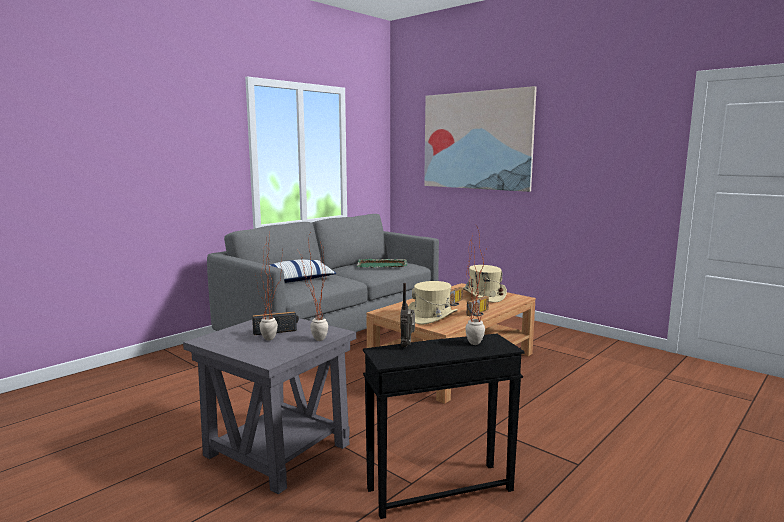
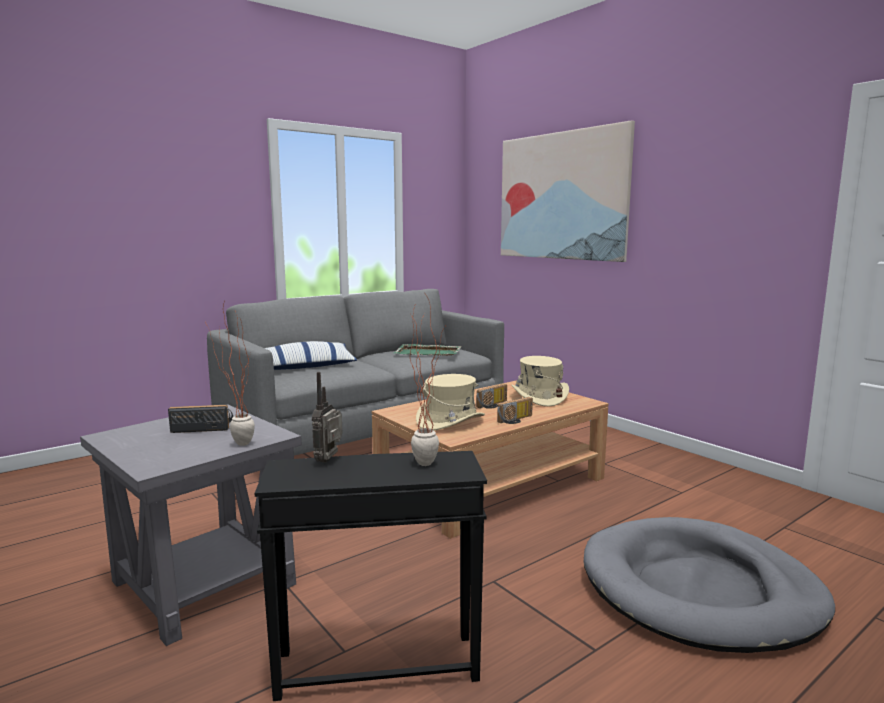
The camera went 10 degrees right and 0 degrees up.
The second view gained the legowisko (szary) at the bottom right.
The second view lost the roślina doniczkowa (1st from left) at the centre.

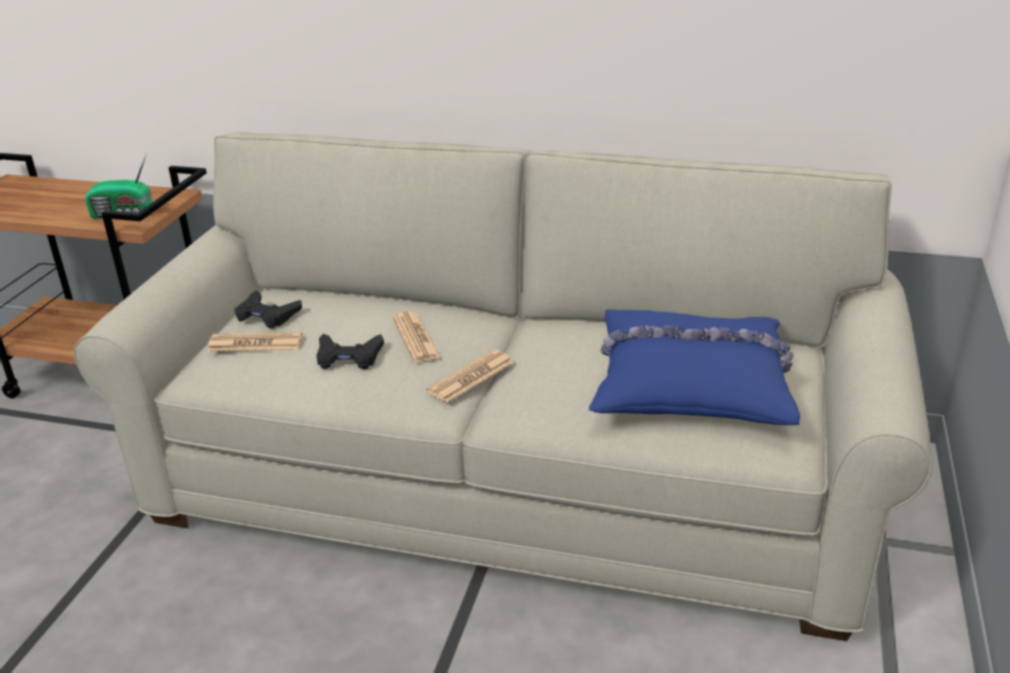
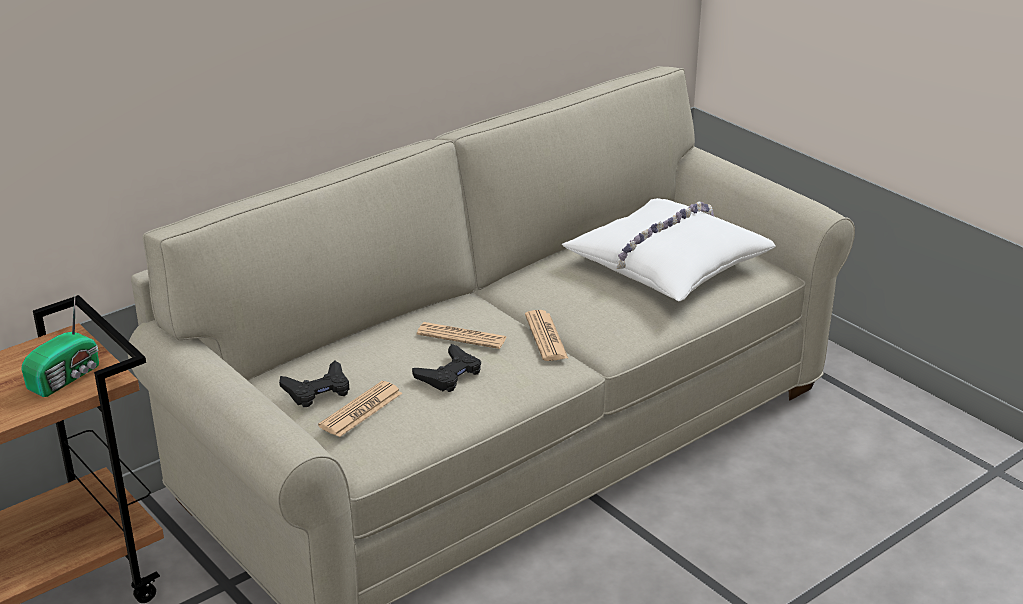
The camera went 55 degrees left and 0 degrees up.
What was the poduszka (niebieski) at the middle right turned into the poduszka (biały) at the centre.

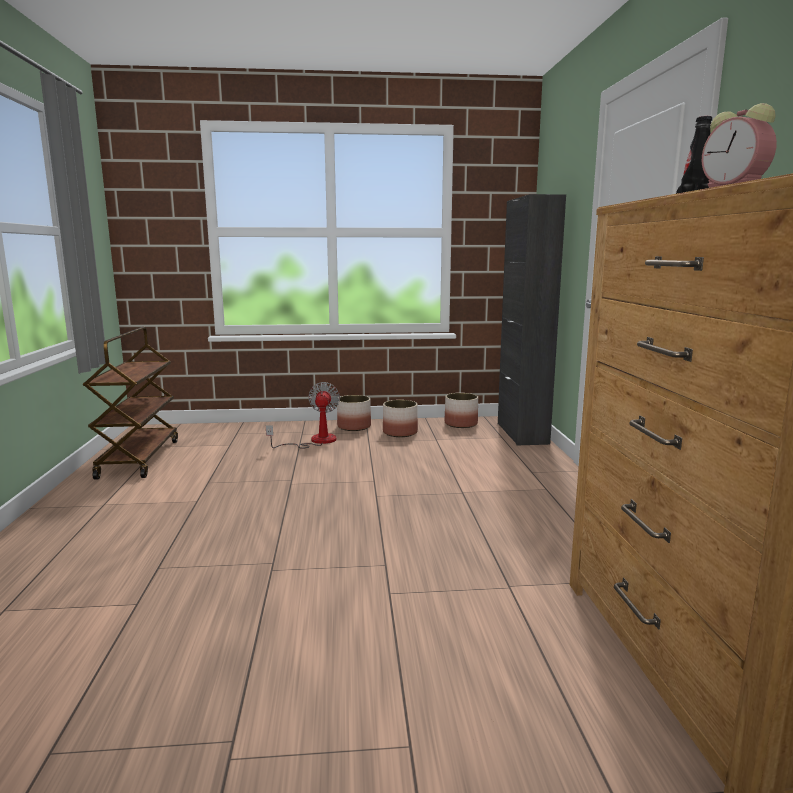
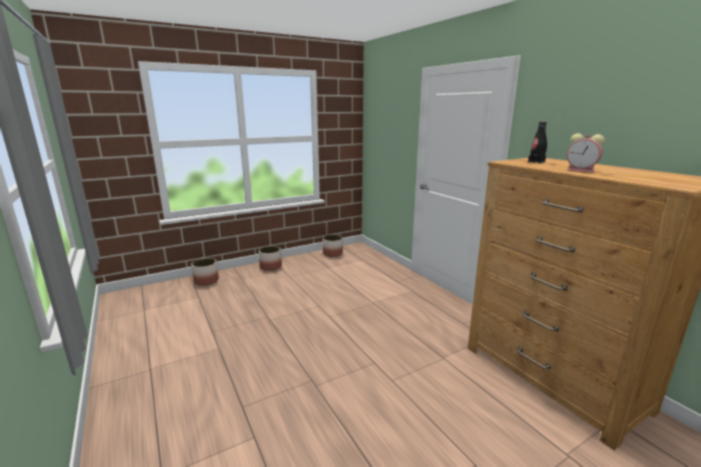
The camera went 25 degrees left and 5 degrees up.
The donica (2nd from left in the first image) ended up elsewhere, having gone from the centre to the middle left.
The second view lost the wózek (brązowy) at the middle left.
The second view lost the wentylator at the centre.
The second view lost the szafka (czarny) at the middle right.

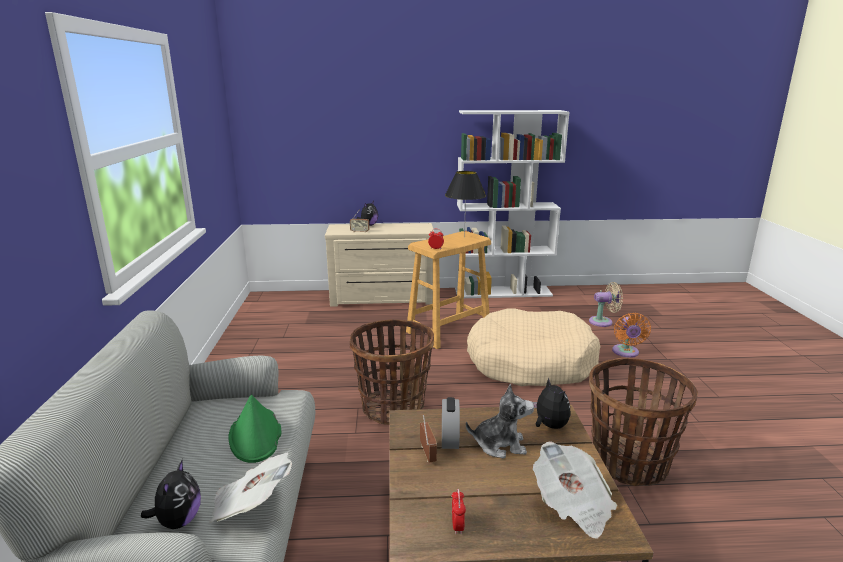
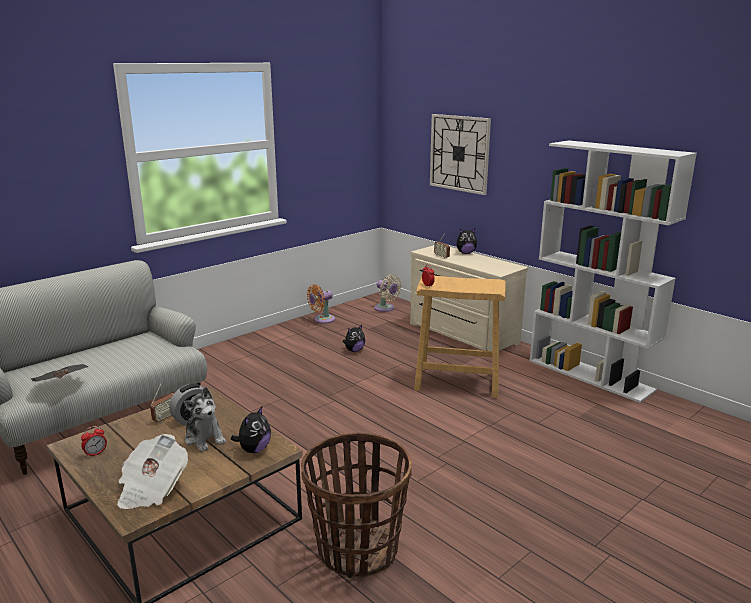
The camera went 50 degrees right and 0 degrees up.
The wentylator (pomarańczowy) ended up elsewhere, having gone from the middle right to the centre.
The pluszak (1st from left in the first image) ended up elsewhere, having gone from the bottom left to the centre.
The wentylator (beżowy) ended up elsewhere, having gone from the middle right to the centre.
The second view gained the zegar ścienny at the top centre.
The second view lost the kapelusz (zielony) at the bottom left.
The second view lost the koszyk (1st from left) at the centre.
The second view lost the lampa stołowa (czarny) at the centre.
The second view lost the legowisko (beżowy) at the centre.

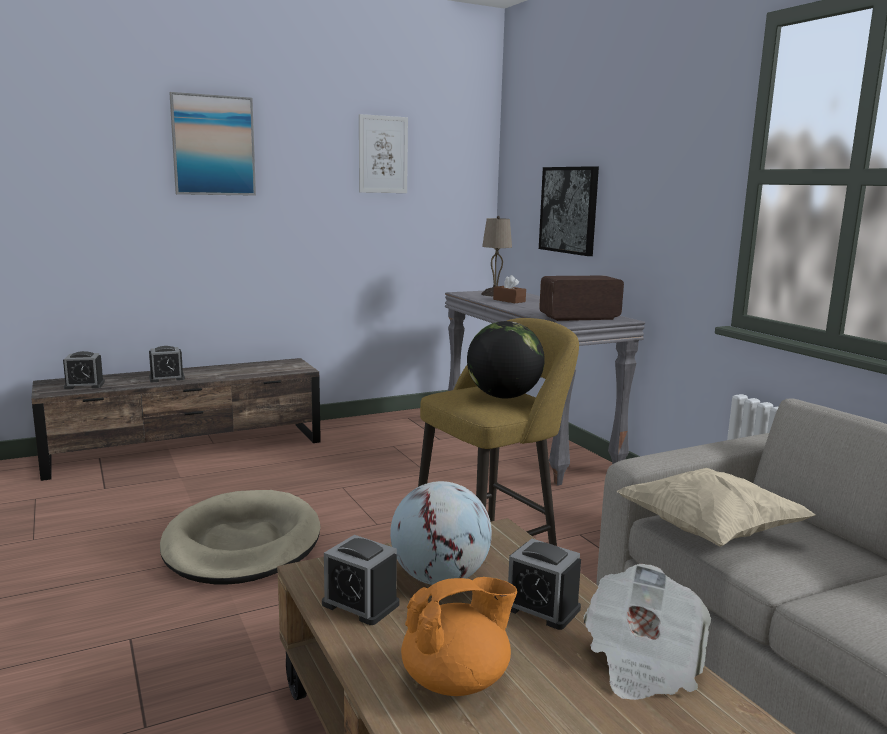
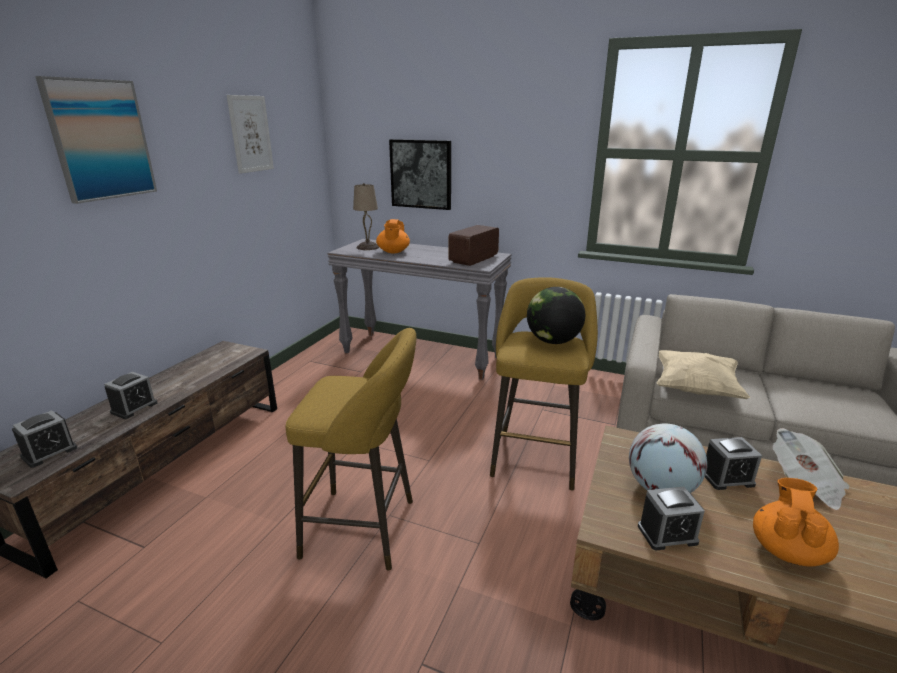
The camera went 40 degrees left and 10 degrees up.
Where the legowisko (beżowy) stood at the bottom left, the stołek (żółty) (1st from left) came to stand at the bottom centre.
Where the pudełko chusteczek (brązowy) stood at the centre, the imbryk (pomarańczowy) (1st from left) came to stand at the centre.

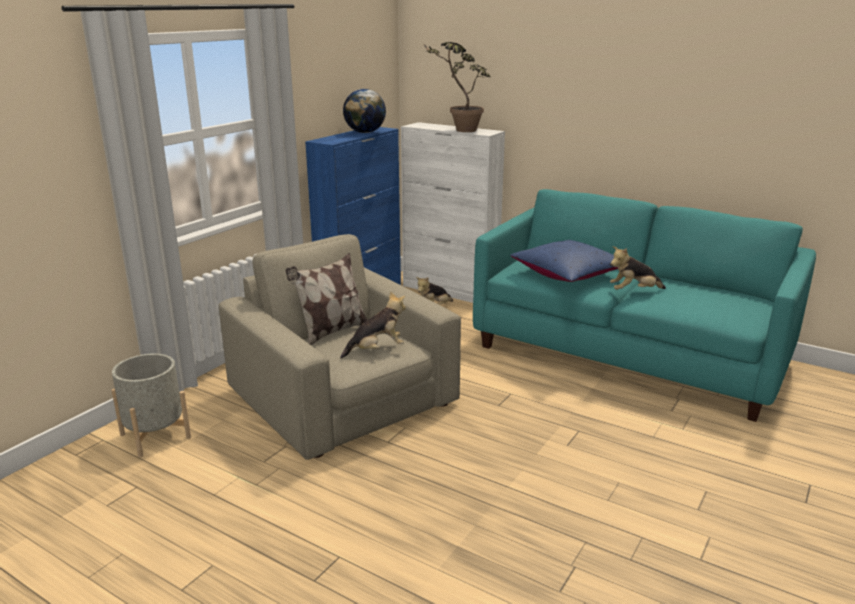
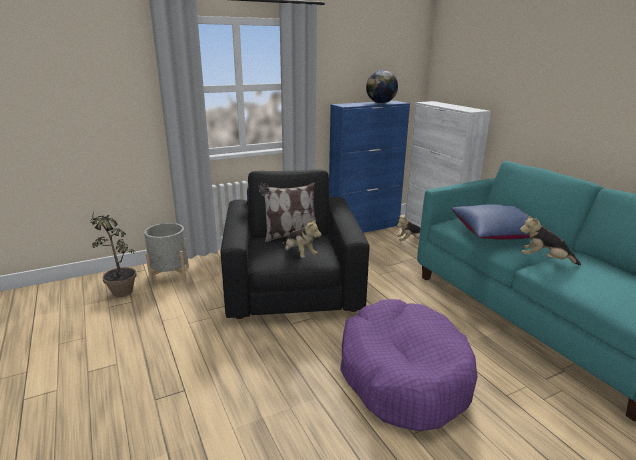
The camera went 30 degrees right and 0 degrees up.
The roślina doniczkowa ended up elsewhere, having gone from the top centre to the middle left.
What was the fotel (beżowy) at the centre turned into the fotel (czarny) at the centre.
The pluszak (1st from left) at the centre ended up facing another way, 45 degrees clockwise from before.
The second view gained the legowisko (fioletowy) at the bottom centre.

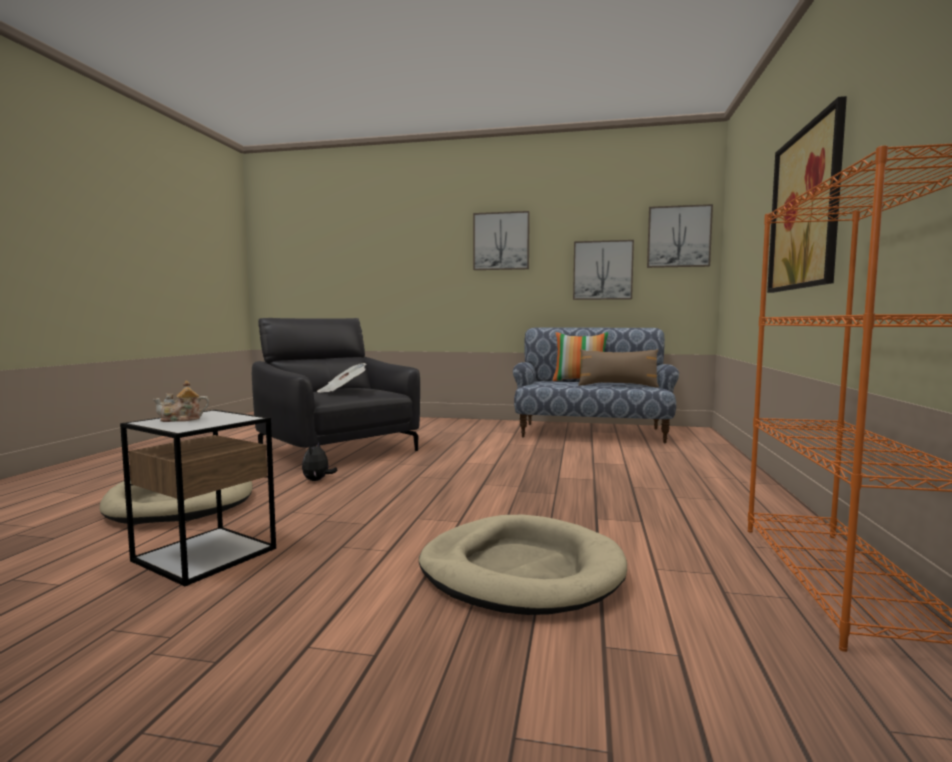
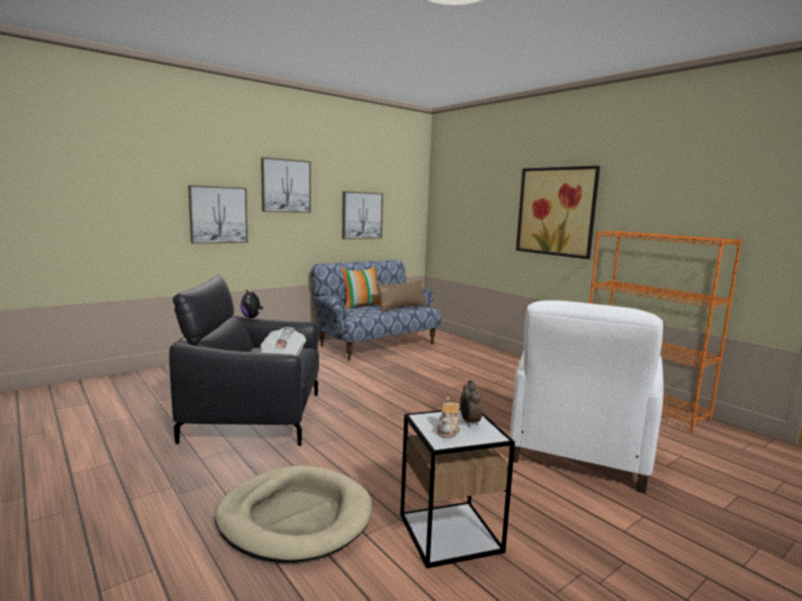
The camera went 50 degrees left and 5 degrees up.
The obraz (3rd from left in the first image) ended up elsewhere, having gone from the top right to the middle left.
The pluszak ended up elsewhere, having gone from the centre to the middle left.
The second view gained the budzik at the bottom centre.
Where the legowisko (beżowy) (2nd from left) stood at the bottom centre, the fotel (biały) came to stand at the middle right.

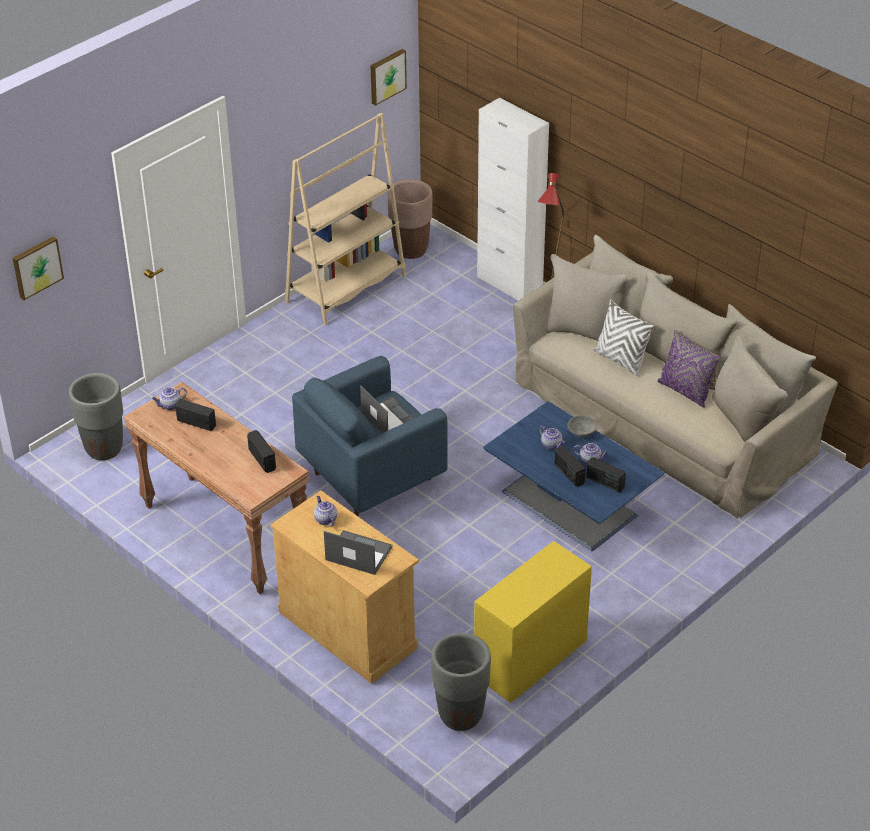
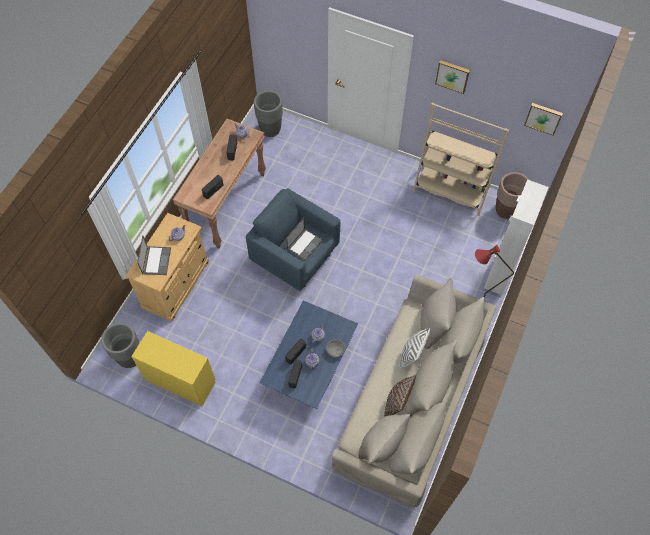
The camera went 70 degrees right and 20 degrees up.
What was the poduszka (fioletowy) at the middle right turned into the poduszka (brązowy) at the bottom centre.
The obraz (1st from left) ended up elsewhere, having gone from the top left to the top right.

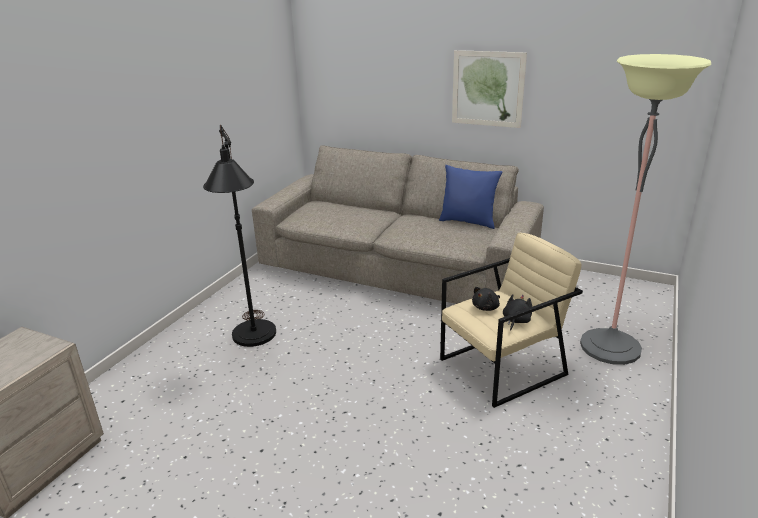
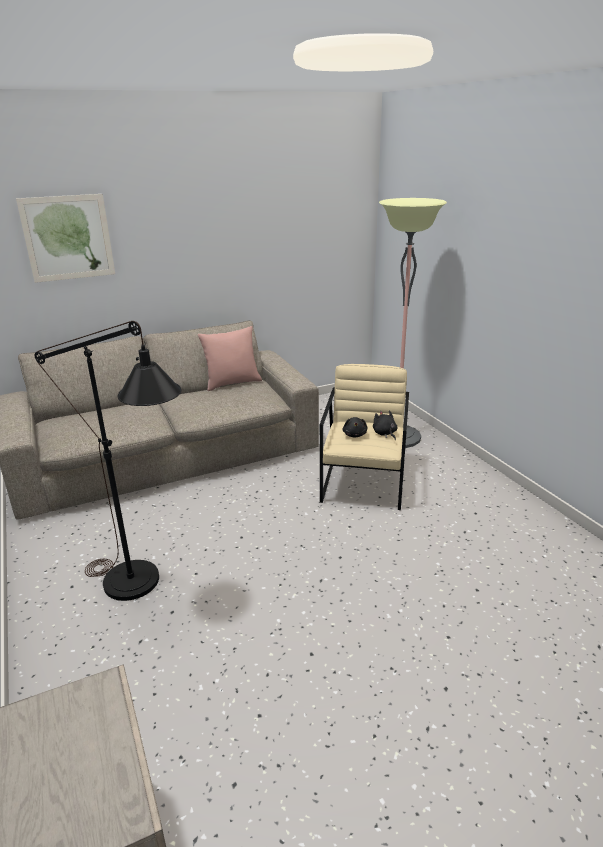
The camera went 50 degrees left and 0 degrees up.
The obraz ended up elsewhere, having gone from the top centre to the top left.
What was the poduszka (niebieski) at the centre turned into the poduszka (różowy) at the centre.

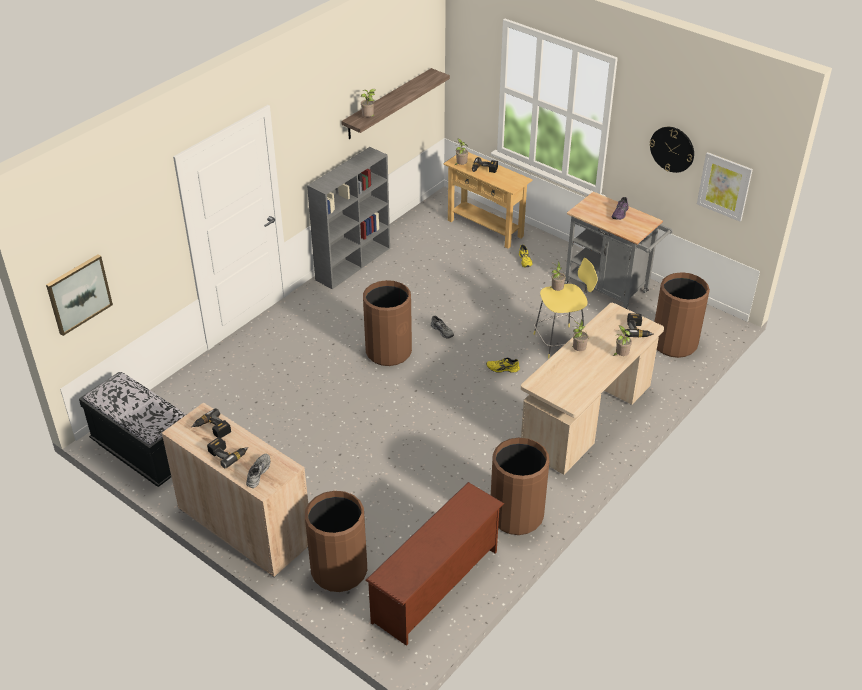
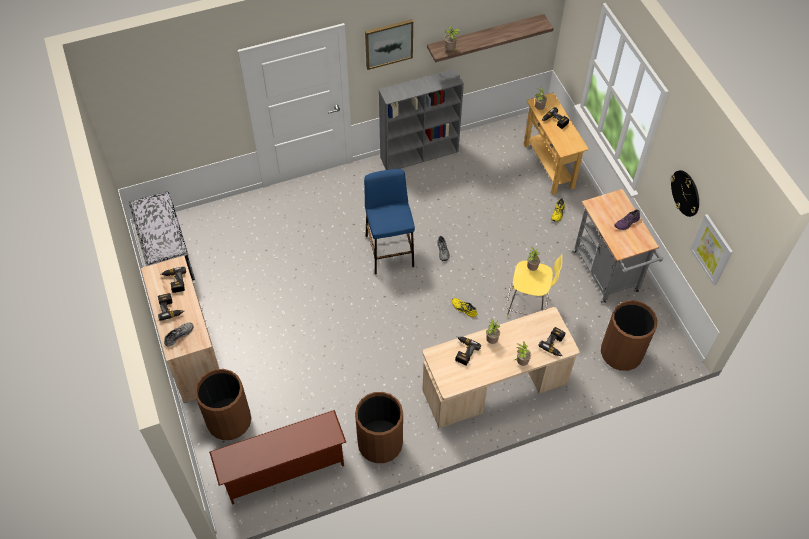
The camera went 30 degrees right and 15 degrees up.
Where the kosz na śmieci (brązowy) (2nd from left) stood at the centre, the stołek (niebieski) came to stand at the centre.
The obraz (1st from left) ended up elsewhere, having gone from the middle left to the top centre.
The second view gained the wiertarka (3rd from left) at the centre.

